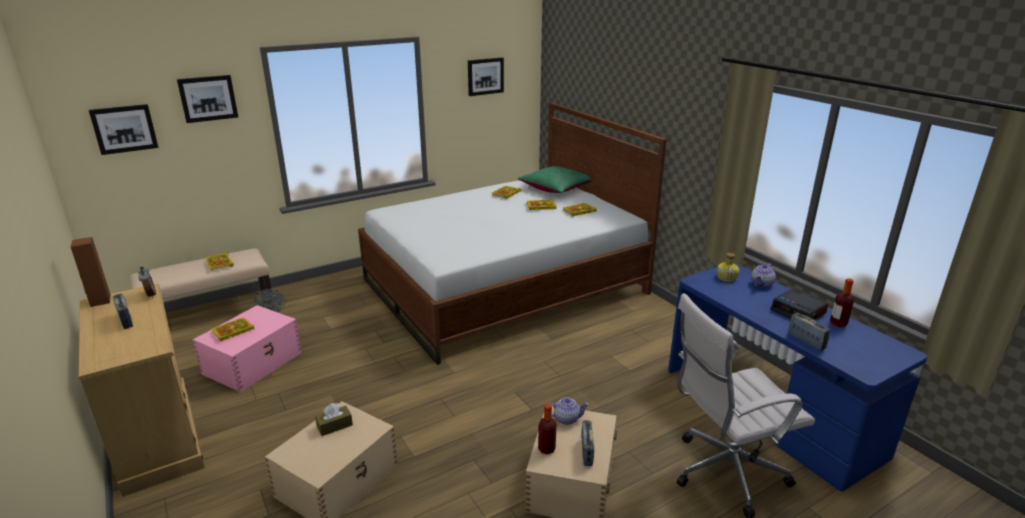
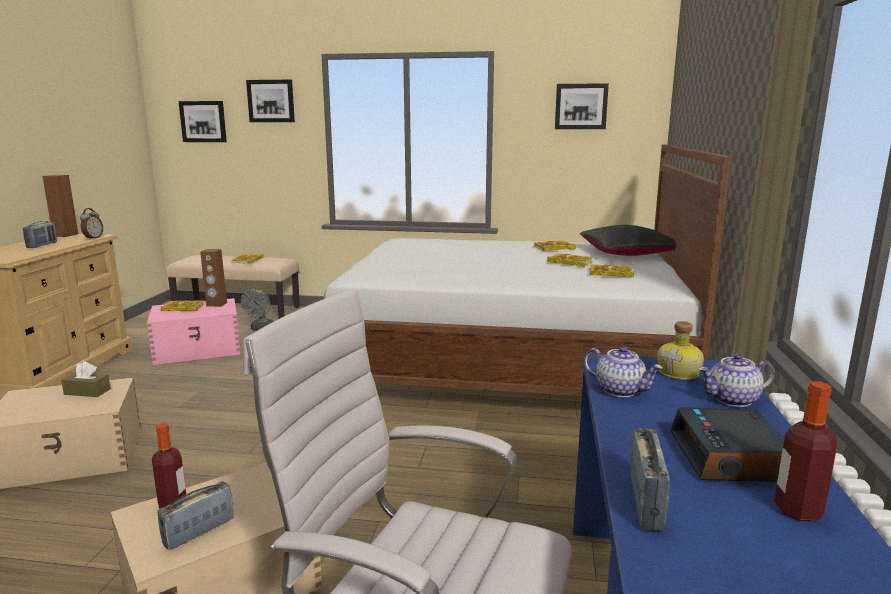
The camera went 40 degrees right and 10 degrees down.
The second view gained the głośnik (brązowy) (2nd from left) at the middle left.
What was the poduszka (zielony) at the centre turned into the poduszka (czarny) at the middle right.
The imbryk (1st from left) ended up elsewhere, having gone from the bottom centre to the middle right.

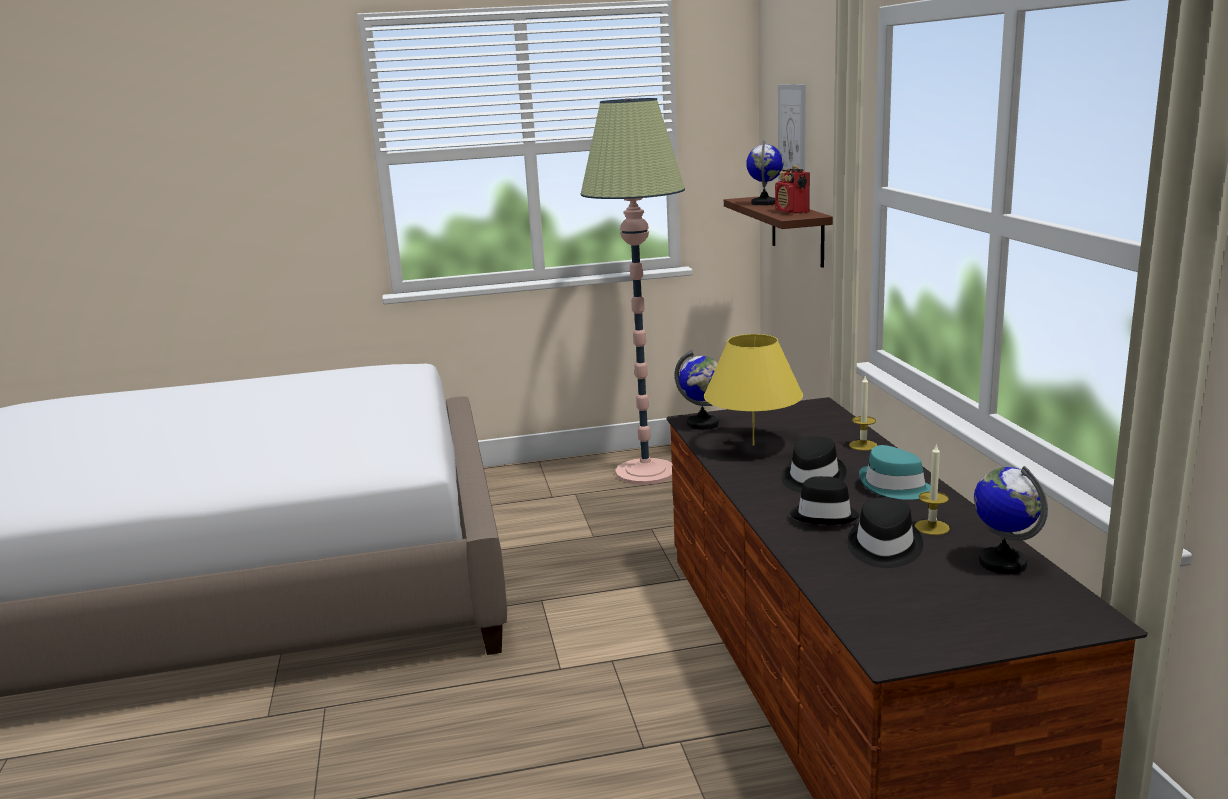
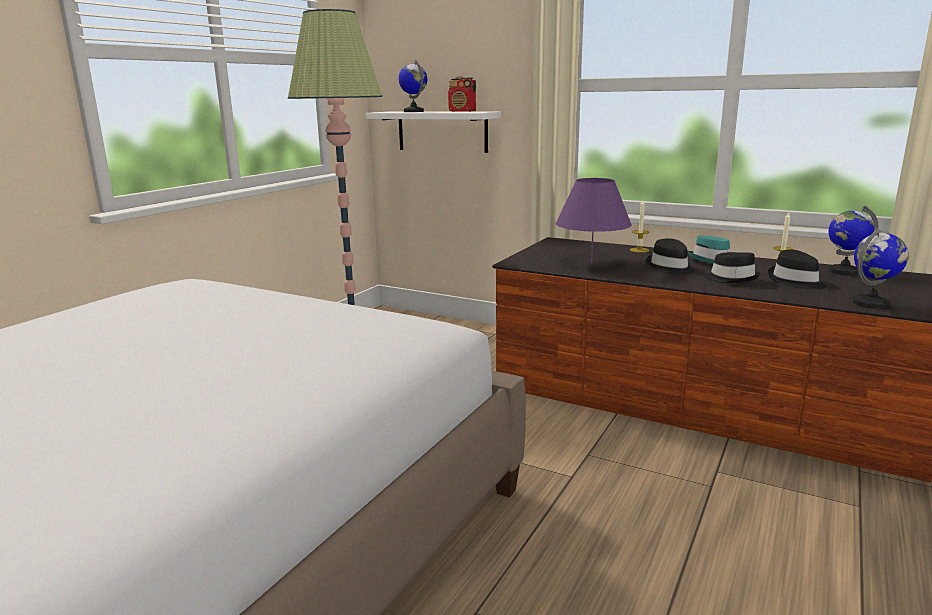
The camera went 50 degrees left and 0 degrees up.
What was the półka (brązowy) at the top centre turned into the półka (biały) at the top centre.
What was the lampa stołowa (żółty) at the centre turned into the lampa stołowa (fioletowy) at the centre.
The globus (1st from left in the first image) ended up elsewhere, having gone from the centre to the middle right.
The second view lost the obraz at the top centre.

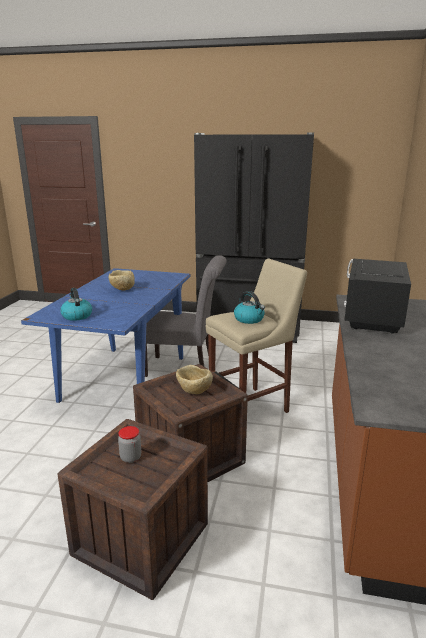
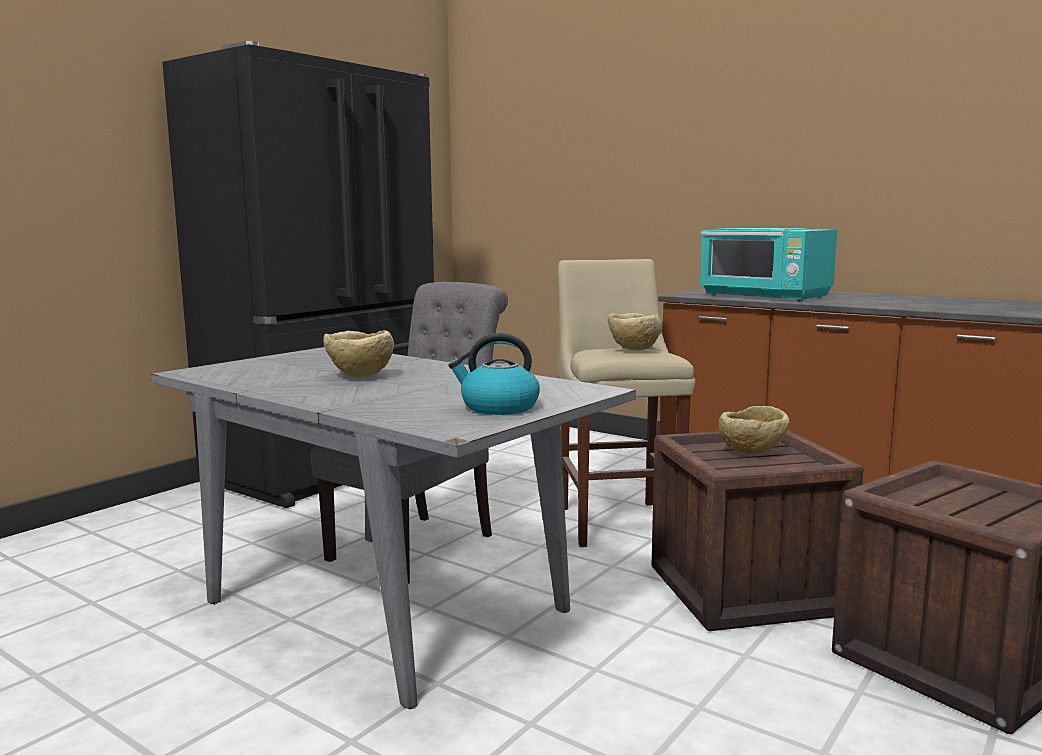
The camera went 65 degrees left and 10 degrees down.
What was the stół jadalny (niebieski) at the middle left turned into the stół jadalny (szary) at the bottom centre.
Where the czajnik (2nd from left) stood at the centre, the miska (beżowy) (2nd from left) came to stand at the centre.
What was the mikrofalówka (czarny) at the middle right turned into the mikrofalówka (turkusowy) at the middle right.
The second view lost the słoik at the bottom left.

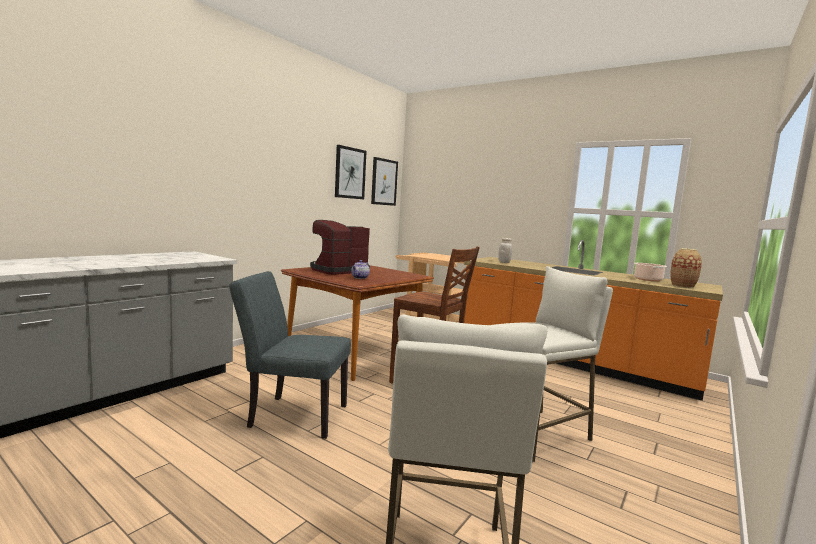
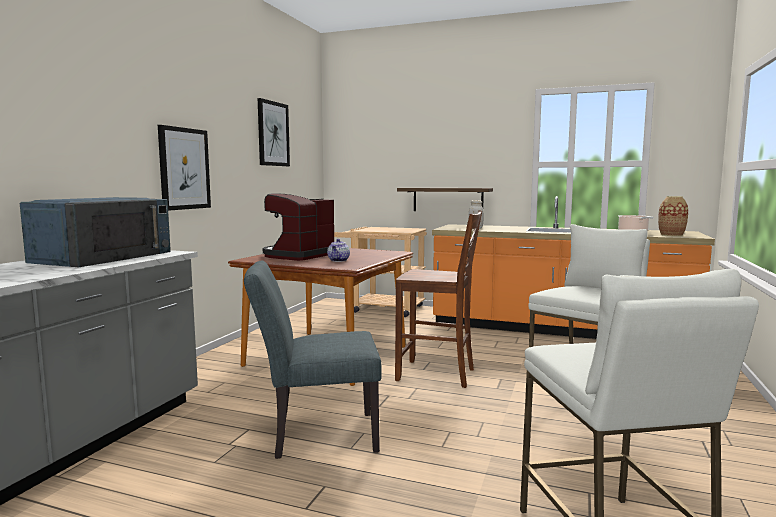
The camera went 15 degrees left and 0 degrees up.
The second view gained the mikrofalówka (niebieski) at the middle left.
The obraz (2nd from left in the first image) ended up elsewhere, having gone from the top centre to the top left.
The second view gained the półka at the centre.

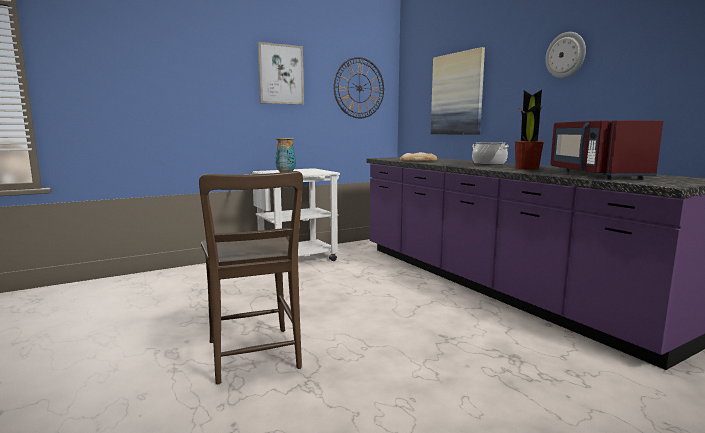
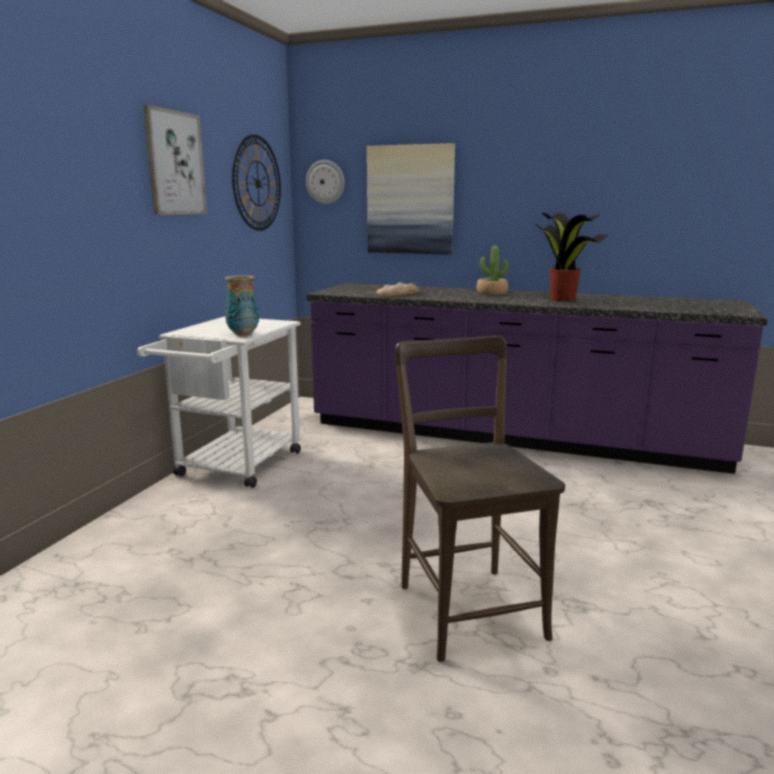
The camera went 40 degrees left and 5 degrees up.
The zegar ścienny (2nd from left) ended up elsewhere, having gone from the top right to the top centre.
The krzesło (brązowy) at the centre ended up facing another way, 135 degrees counterclockwise from before.
Where the garnek stood at the middle right, the roślina doniczkowa (1st from left) came to stand at the centre.
The second view lost the mikrofalówka (czerwony) at the middle right.

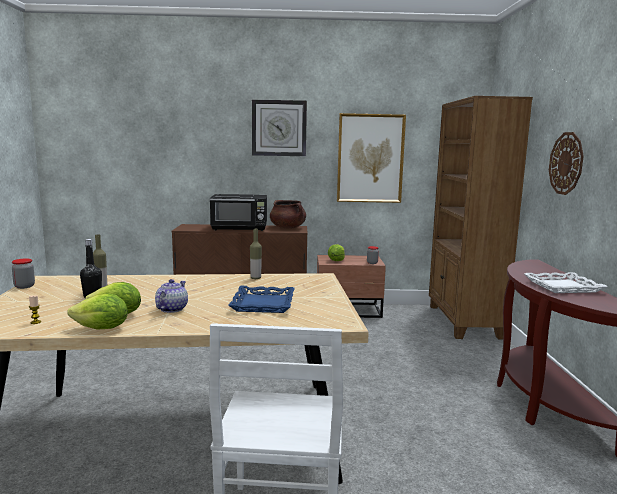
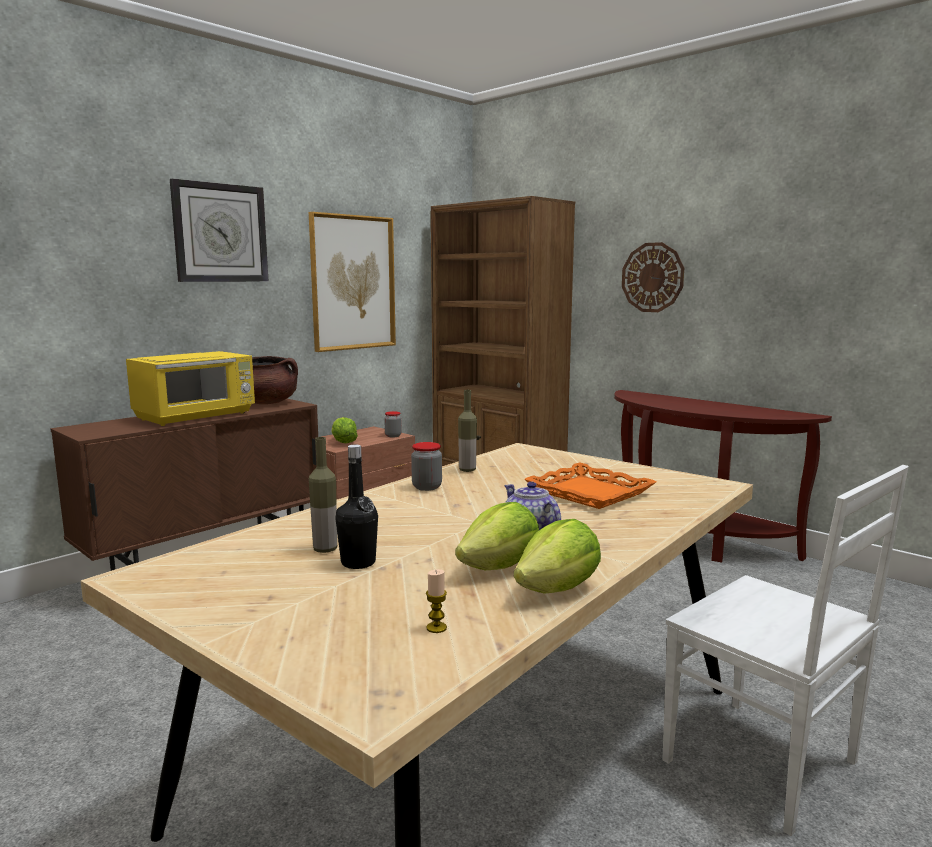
The camera went 45 degrees left and 0 degrees up.
What was the mikrofalówka (czarny) at the centre turned into the mikrofalówka (żółty) at the middle left.
The słoik (1st from left in the first image) ended up elsewhere, having gone from the middle left to the centre.
What was the taca (niebieski) at the centre turned into the taca (pomarańczowy) at the centre.
The second view lost the taca (biały) at the middle right.

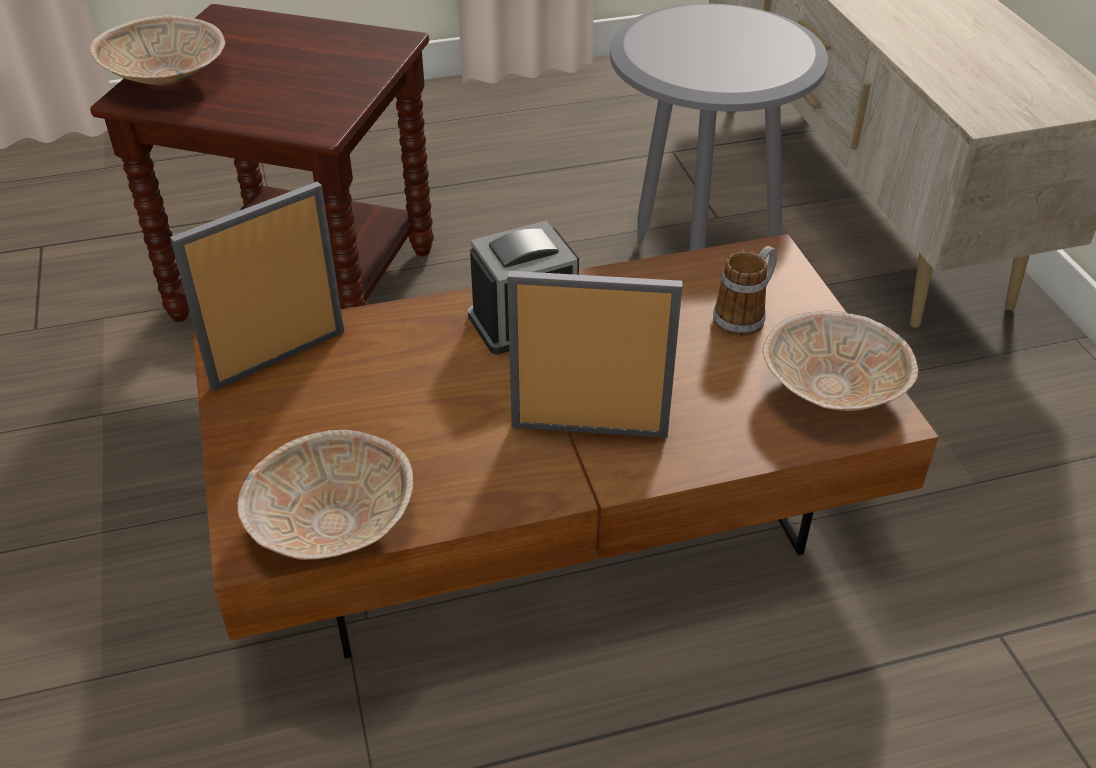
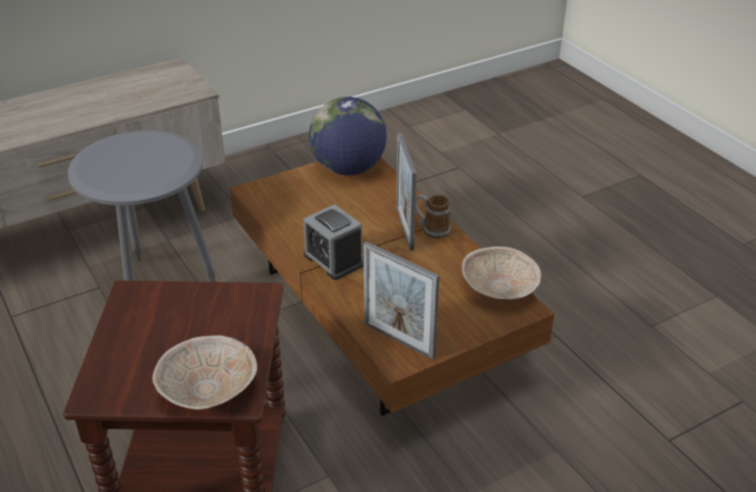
The camera went 105 degrees left and 5 degrees down.
Where the miska (beżowy) (3rd from left) stood at the middle right, the globus came to stand at the top centre.
The kubek ended up elsewhere, having gone from the middle right to the centre.

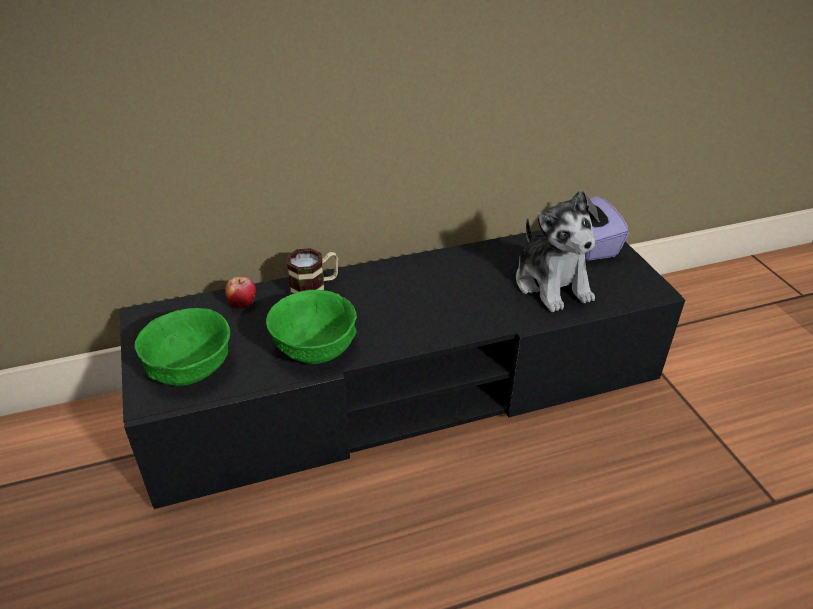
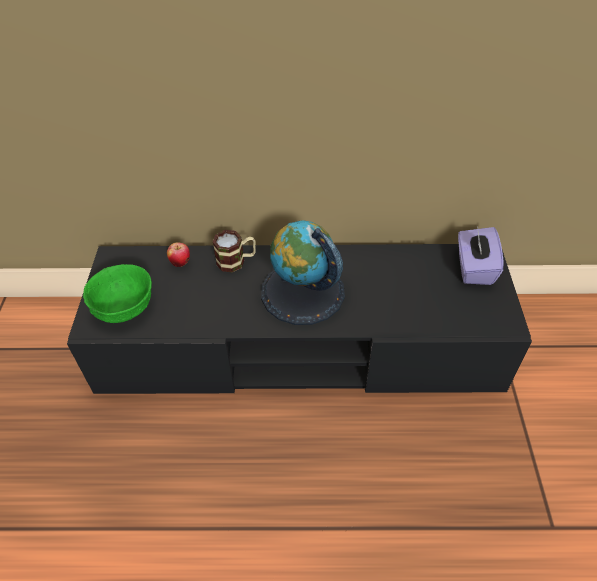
The camera went 20 degrees right and 10 degrees up.
The second view gained the globus at the centre.
The second view lost the miska (zielony) (2nd from left) at the centre.
The second view lost the pluszak at the middle right.

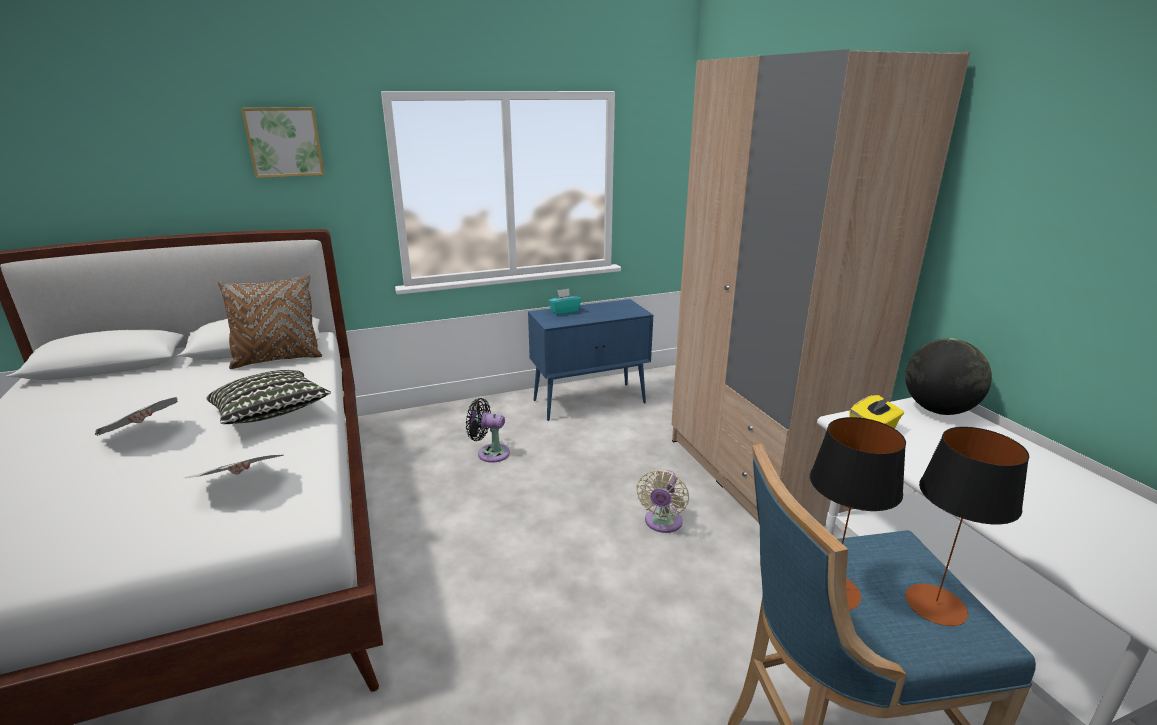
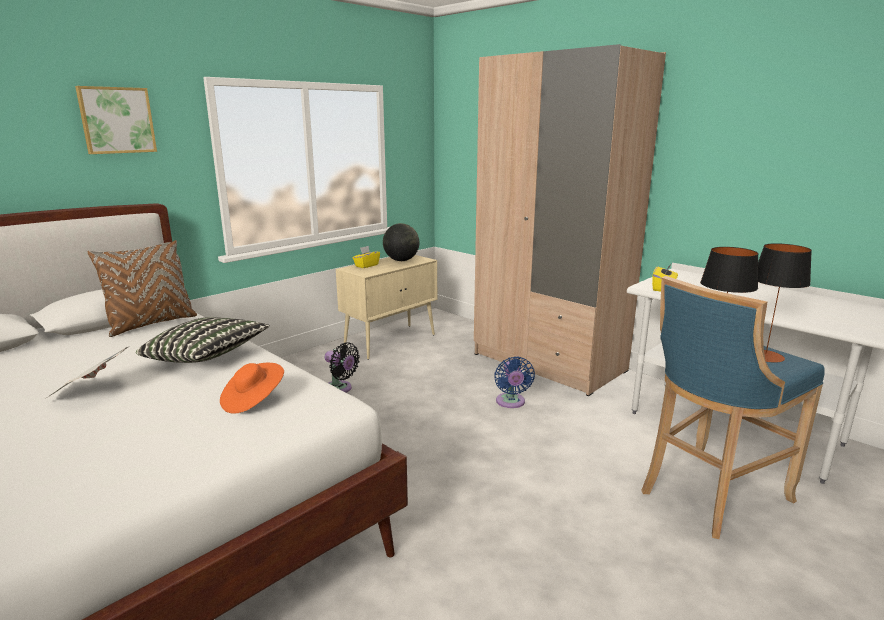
The camera went 25 degrees left and 5 degrees down.
Where the gazeta (2nd from left) stood at the middle left, the kapelusz (pomarańczowy) came to stand at the middle left.
The wentylator (czarny) at the centre ended up facing another way, 135 degrees counterclockwise from before.
What was the szafka (niebieski) at the centre turned into the szafka (beżowy) at the centre.
What was the pudełko chusteczek (turkusowy) at the centre turned into the pudełko chusteczek (żółty) (1st from left) at the centre.
The globus ended up elsewhere, having gone from the middle right to the centre.
What was the wentylator (beżowy) at the bottom centre turned into the wentylator (niebieski) at the centre.

